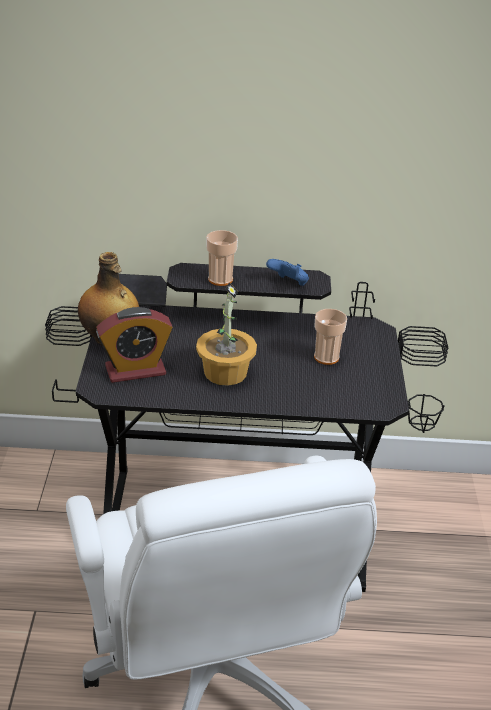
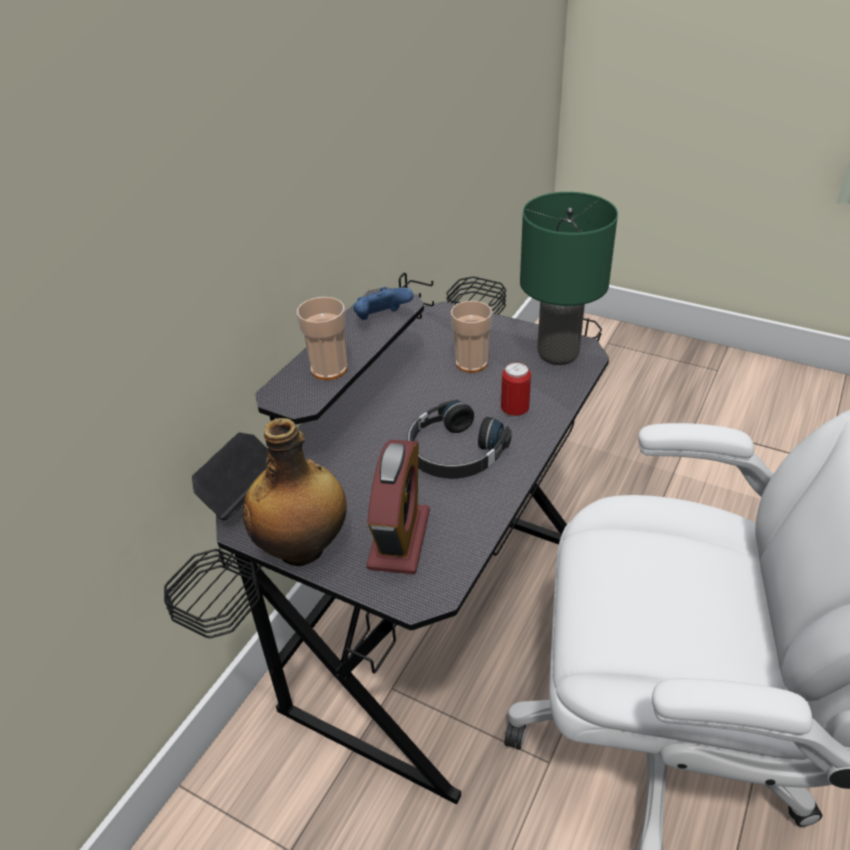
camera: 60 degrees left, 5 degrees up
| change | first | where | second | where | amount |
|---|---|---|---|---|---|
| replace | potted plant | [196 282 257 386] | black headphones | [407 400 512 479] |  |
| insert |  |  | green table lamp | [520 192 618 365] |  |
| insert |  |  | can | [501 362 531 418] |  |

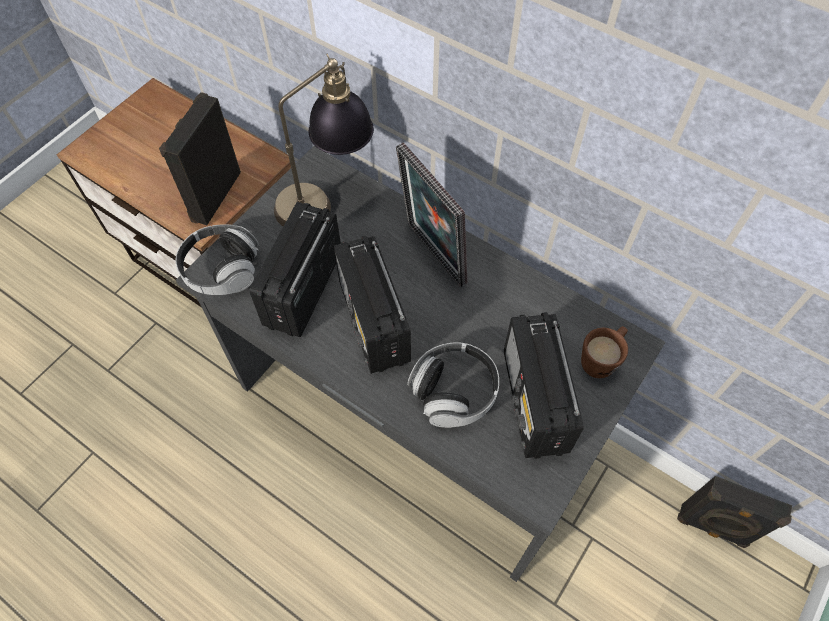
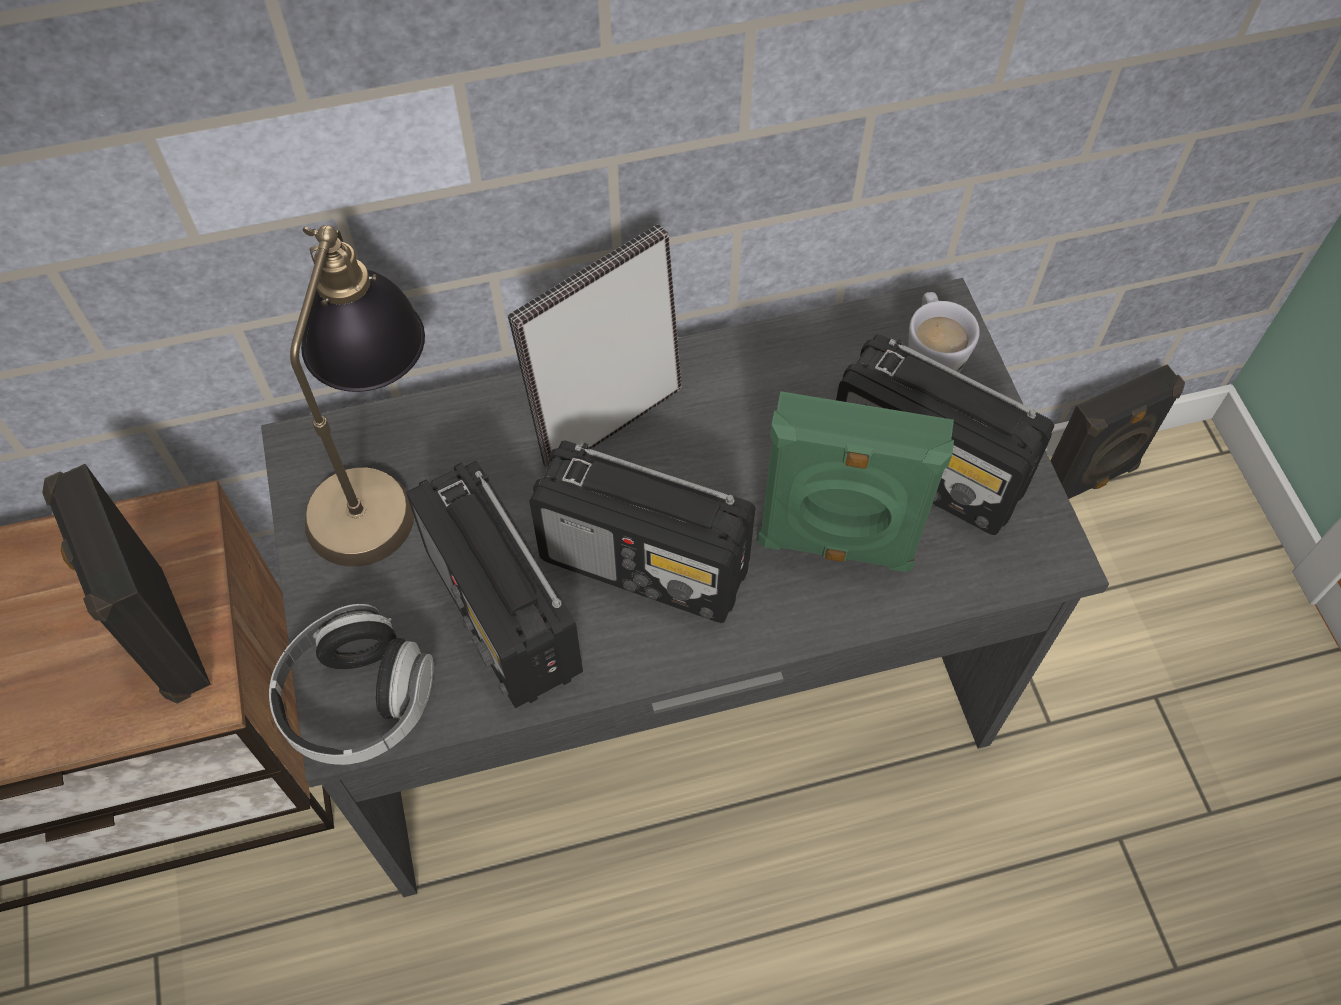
camera: 50 degrees left, 0 degrees up
| change | first | where | second | where | amount |
|---|---|---|---|---|---|
| rotate | picture frame | [396 142 467 288] |  | [508 224 682 469] | 135 degrees clockwise |
| recolor | brown mug | [581 326 628 378] | white mug | [908 292 980 373] |  |
| replace | headphones | [407 342 499 428] | green speaker | [757 391 954 572] |  |

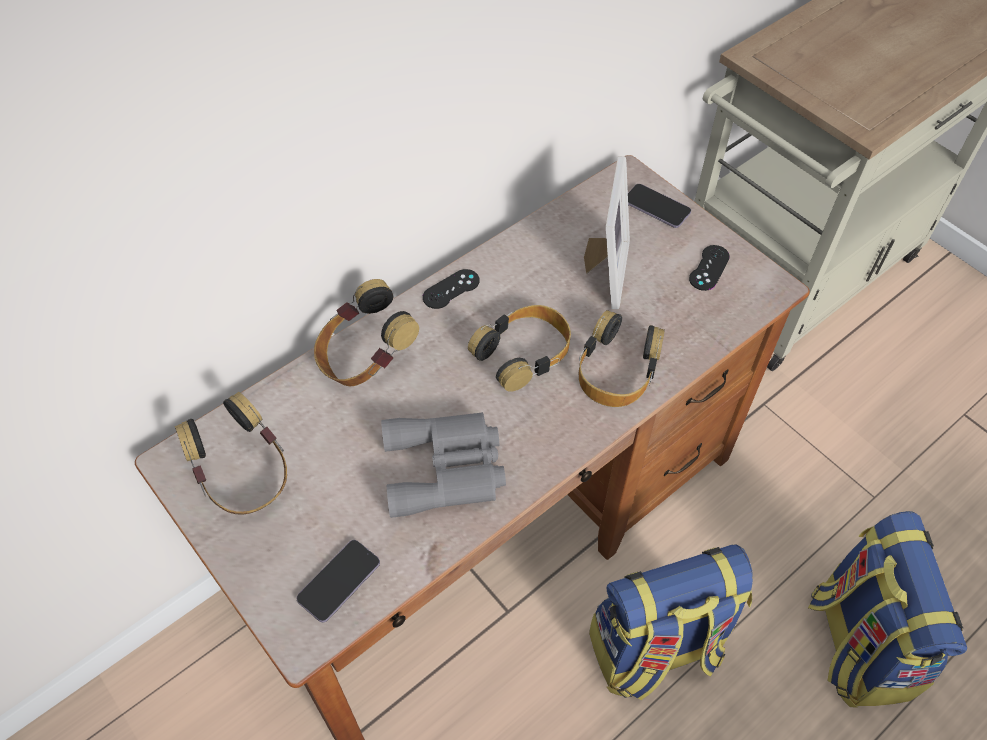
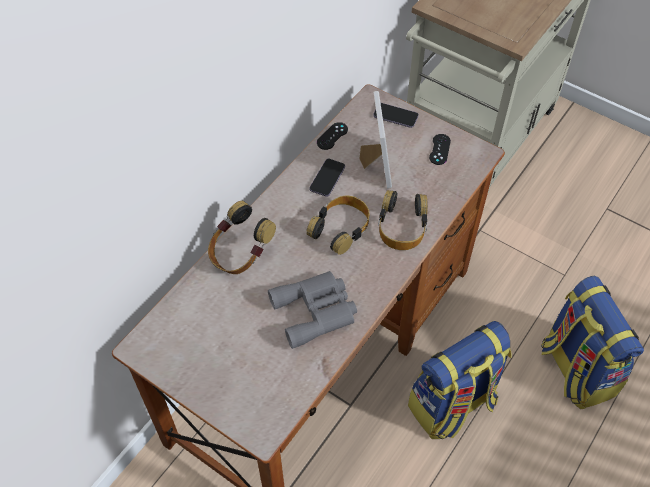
camera: 15 degrees left, 0 degrees up
| change | first | where | second | where | amount |
|---|---|---|---|---|---|
| move | black game controller | [423 269 480 309] |  | [317 122 348 150] |  |
| delete | headphones | [175 392 287 515] |  |  |  |
| move | phone | [296 540 380 623] |  | [309 159 345 197] |  |

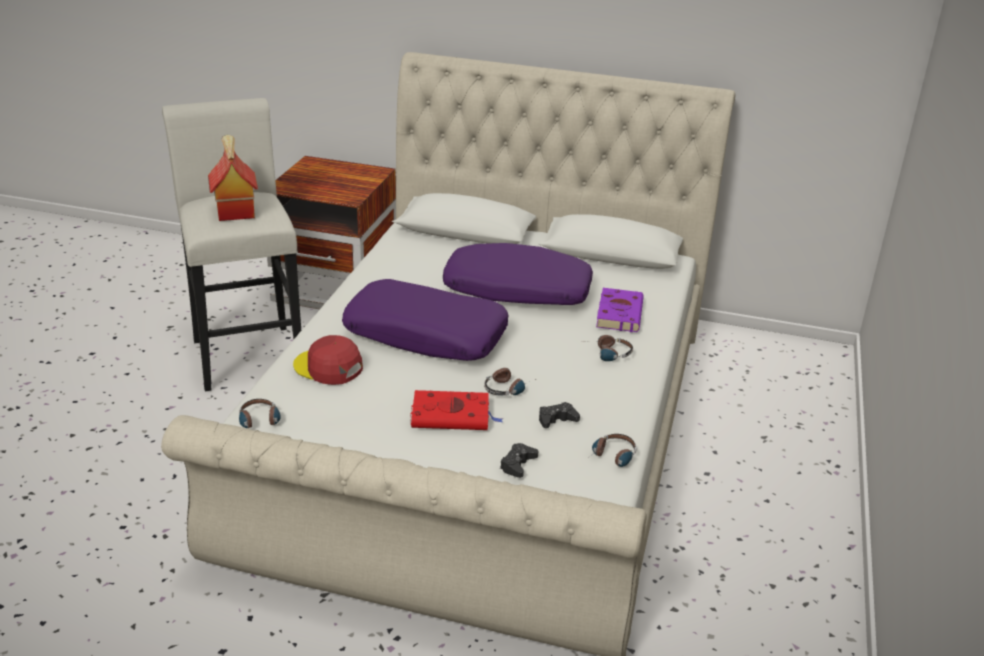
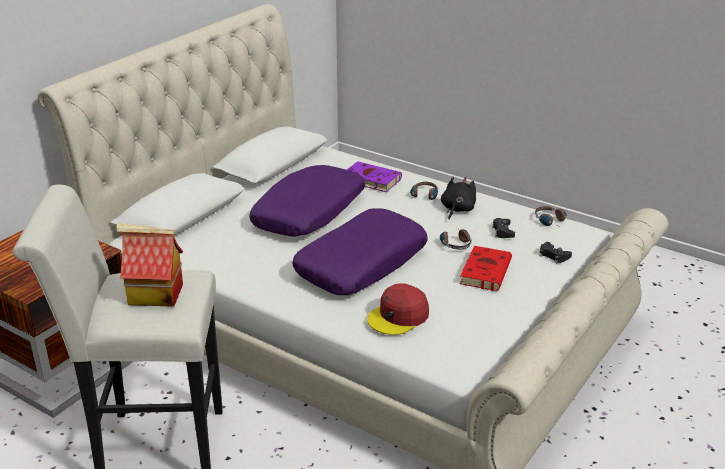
camera: 70 degrees left, 0 degrees up
| change | first | where | second | where | amount |
|---|---|---|---|---|---|
| delete | headphones | [239 399 281 429] |  |  |  |
| insert |  |  | black plush toy | [441 177 476 220] |  |

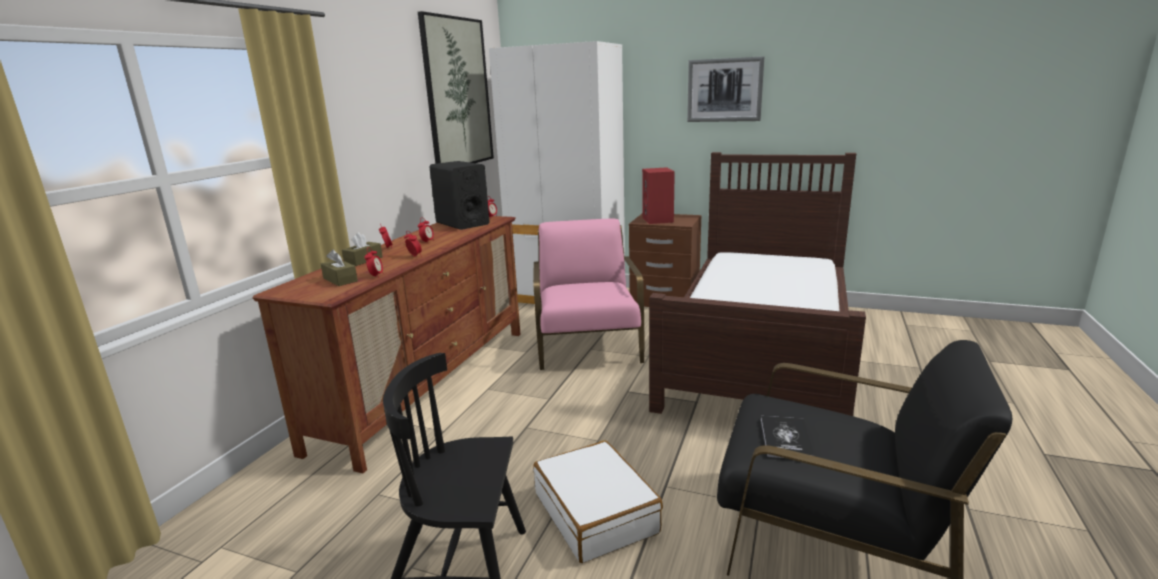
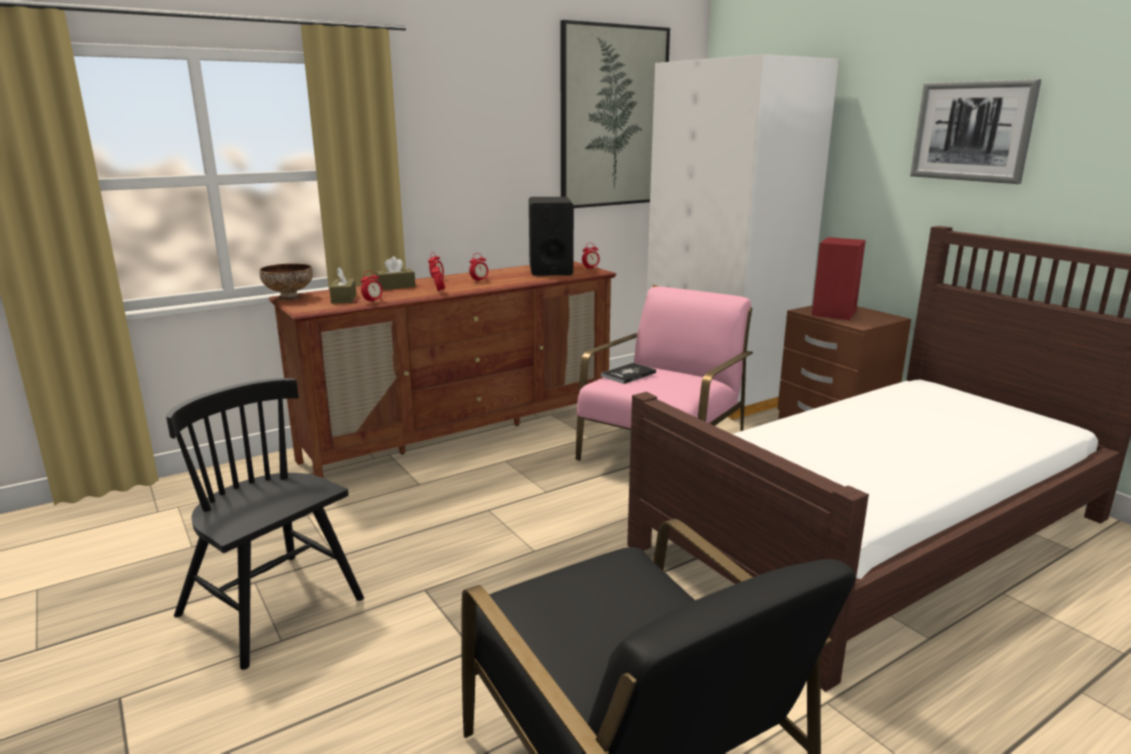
camera: 35 degrees right, 0 degrees up
| change | first | where | second | where | amount |
|---|---|---|---|---|---|
| move | book | [761 416 814 458] |  | [601 363 656 384] |  |
| delete | white suitcase | [533 441 663 563] |  |  |  |
| insert |  |  | bowl | [259 263 313 300] |  |

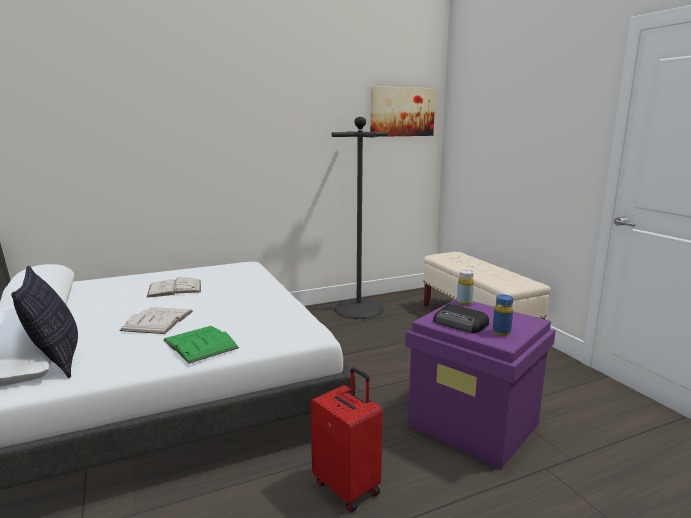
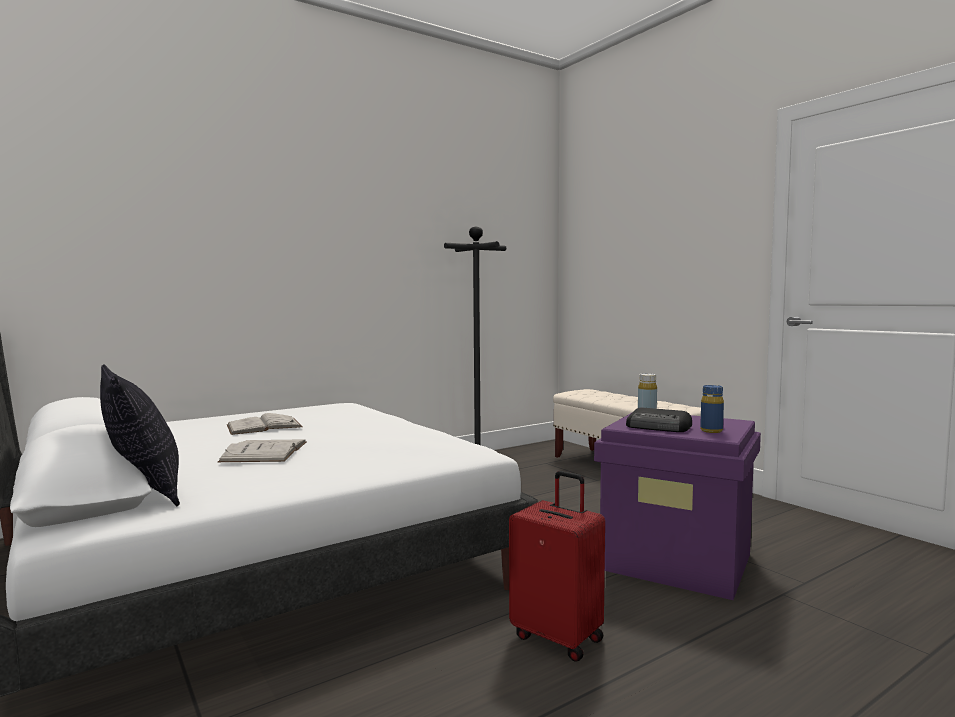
camera: 10 degrees left, 10 degrees down
| change | first | where | second | where | amount |
|---|---|---|---|---|---|
| delete | picture | [370 86 436 137] |  |  |  |
| delete | green book | [163 326 239 364] |  |  |  |

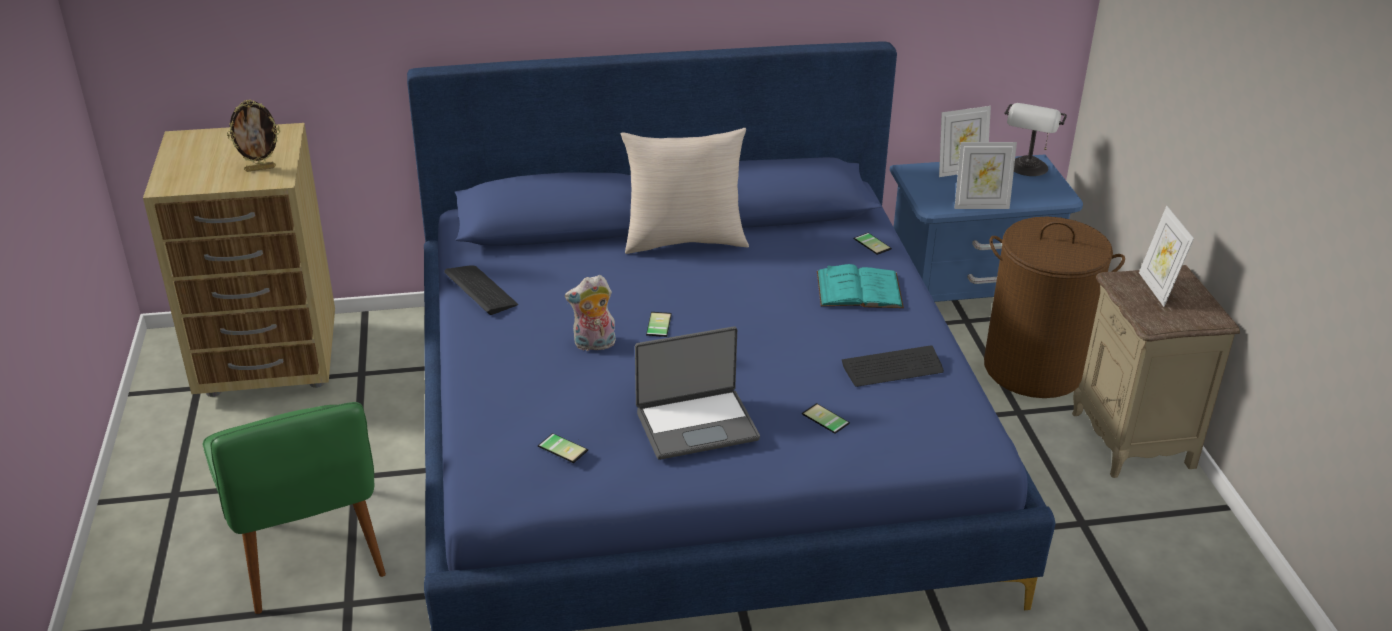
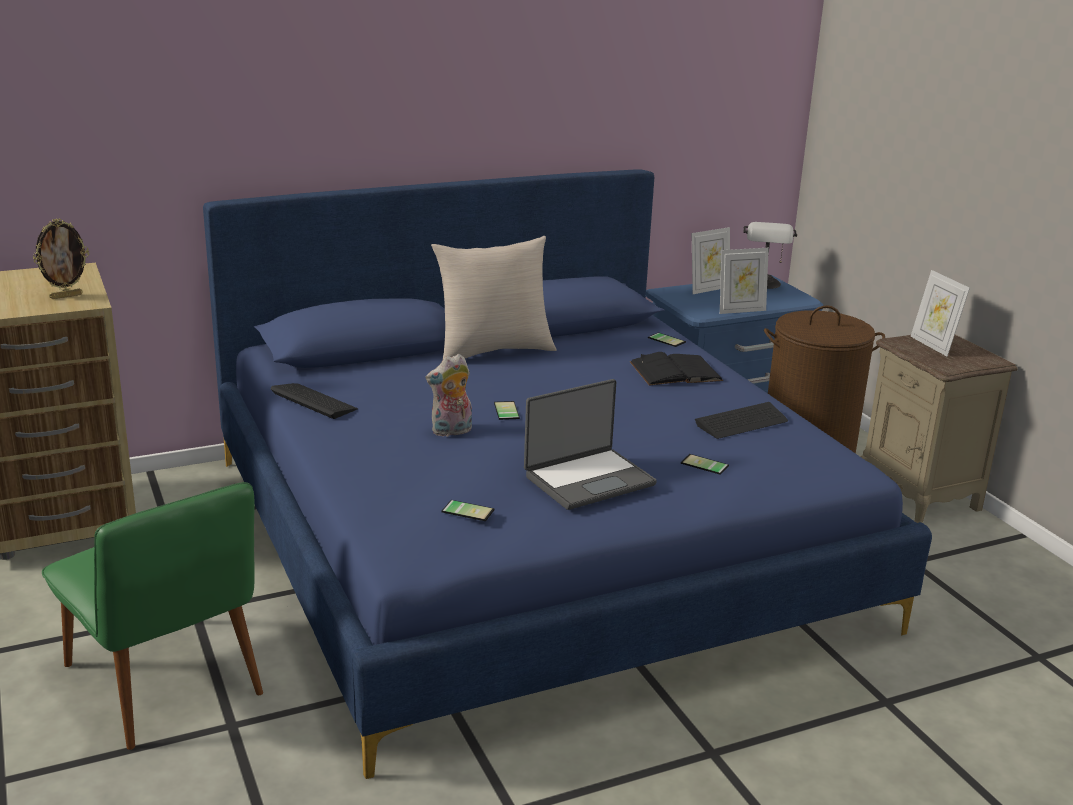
camera: 15 degrees left, 10 degrees down
| change | first | where | second | where | amount |
|---|---|---|---|---|---|
| recolor | turquoise book | [817 264 904 308] | black book | [630 352 723 386] |  |

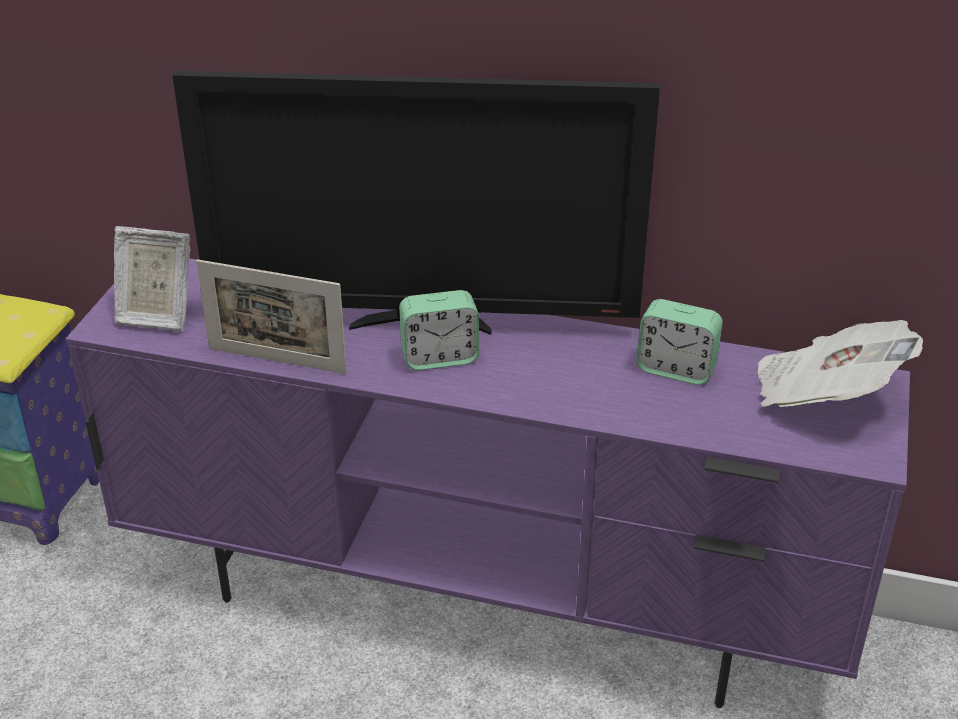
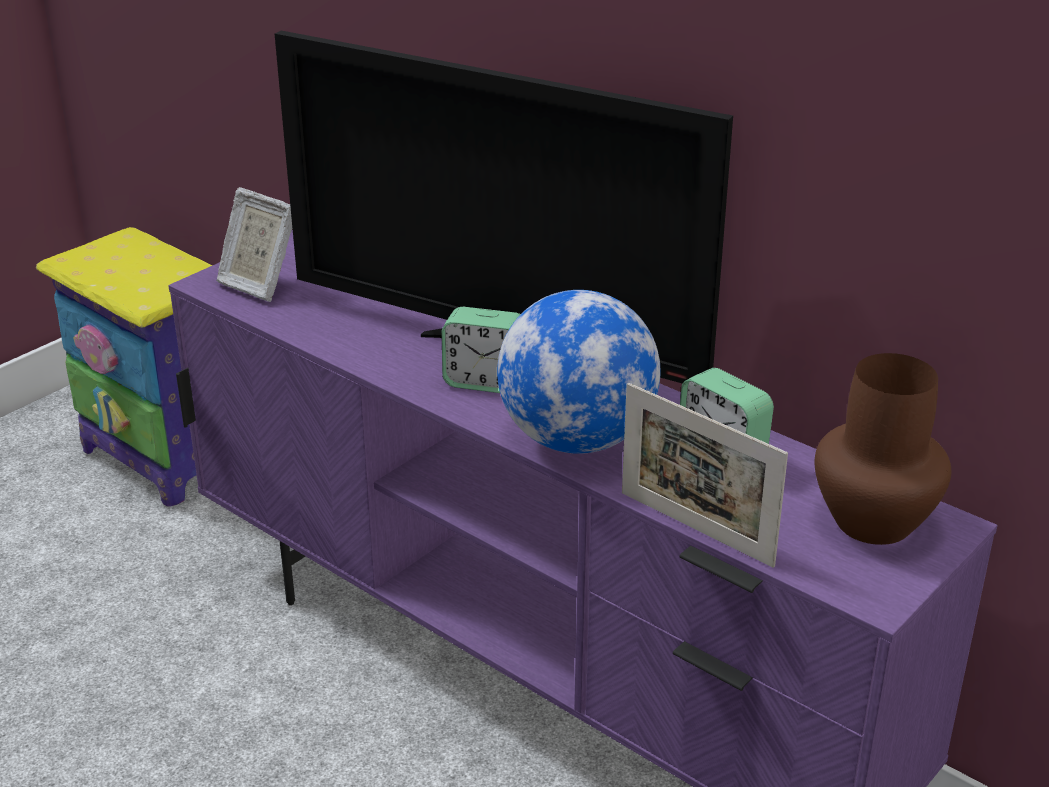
camera: 25 degrees right, 5 degrees down
| change | first | where | second | where | amount |
|---|---|---|---|---|---|
| move | picture frame | [196 259 347 374] |  | [622 382 788 568] |  |
| replace | newspaper | [758 320 923 407] | brown vase | [814 353 951 545] |  |
| insert |  |  | globe | [497 290 661 454] |  |

